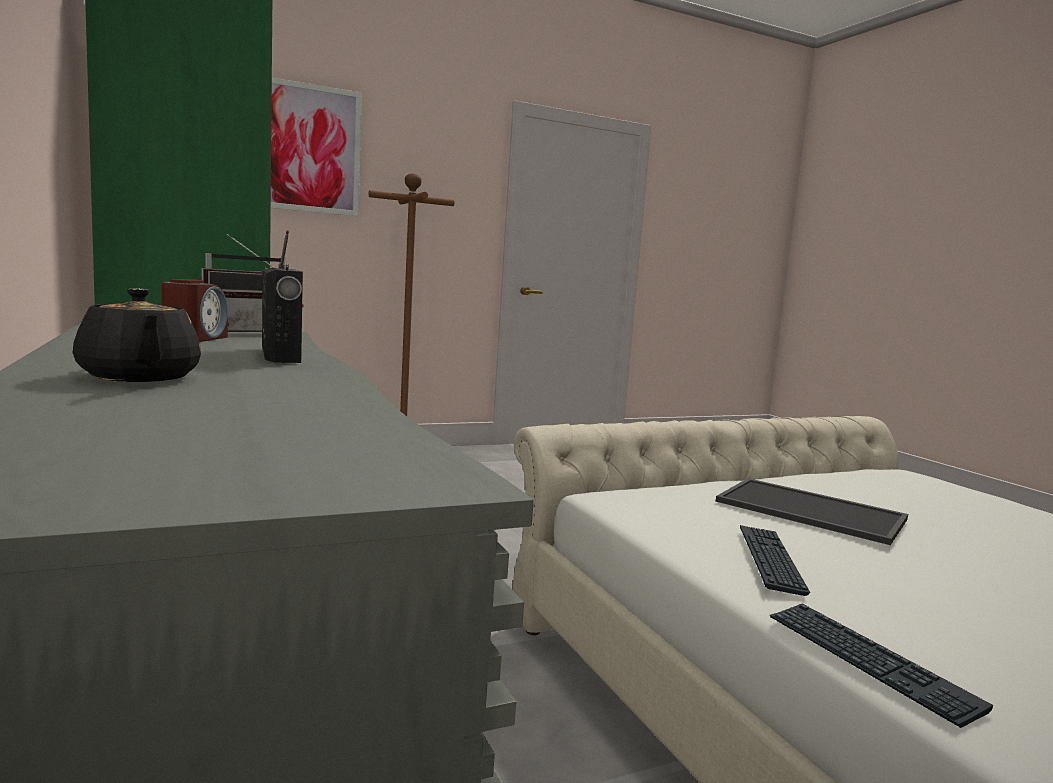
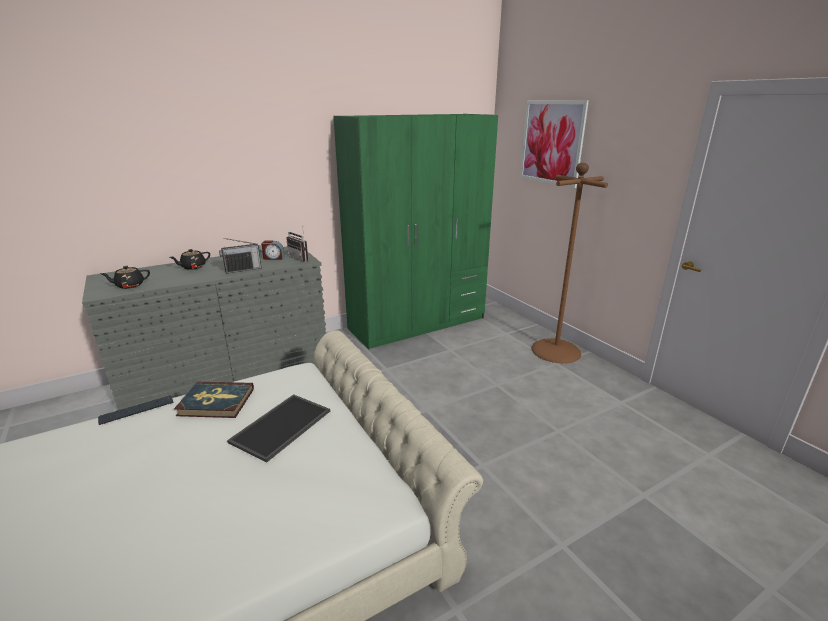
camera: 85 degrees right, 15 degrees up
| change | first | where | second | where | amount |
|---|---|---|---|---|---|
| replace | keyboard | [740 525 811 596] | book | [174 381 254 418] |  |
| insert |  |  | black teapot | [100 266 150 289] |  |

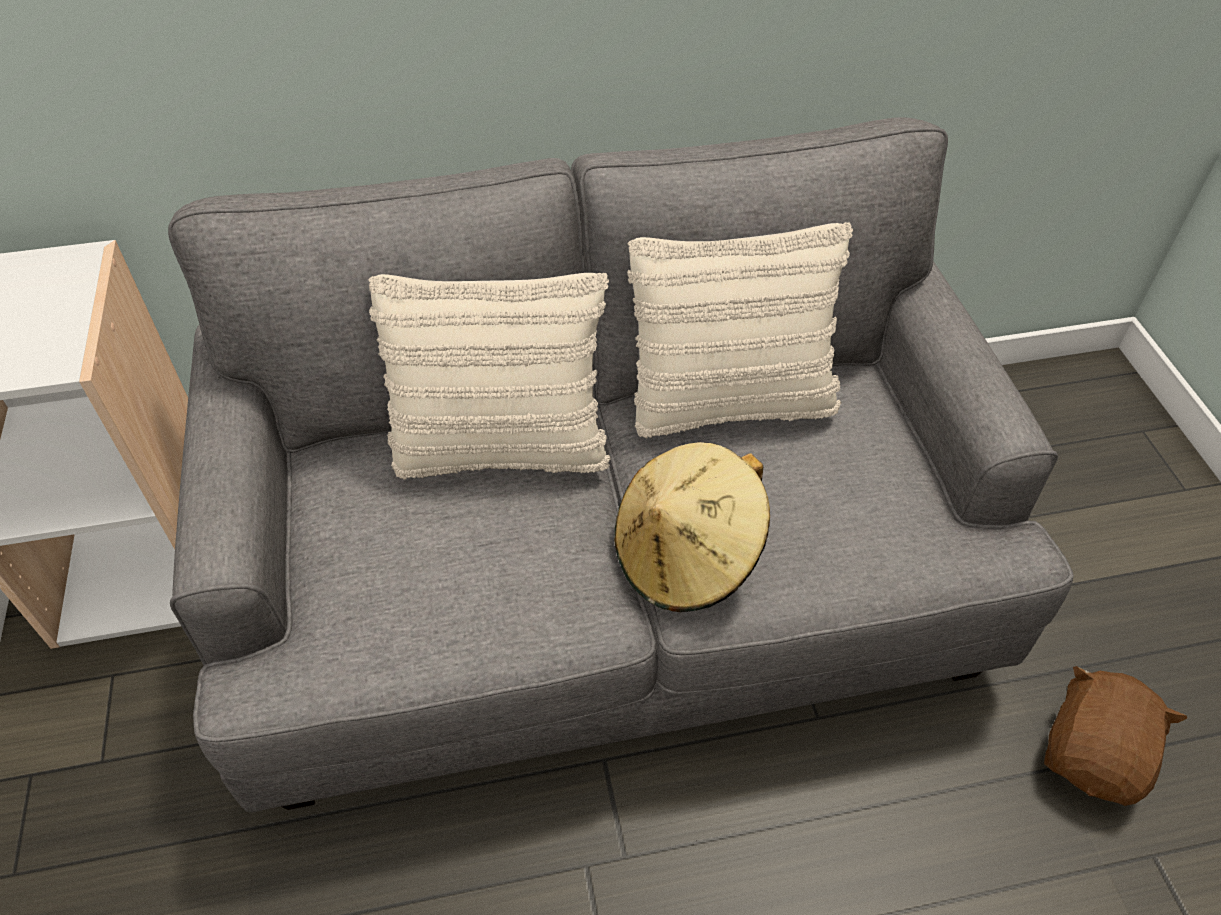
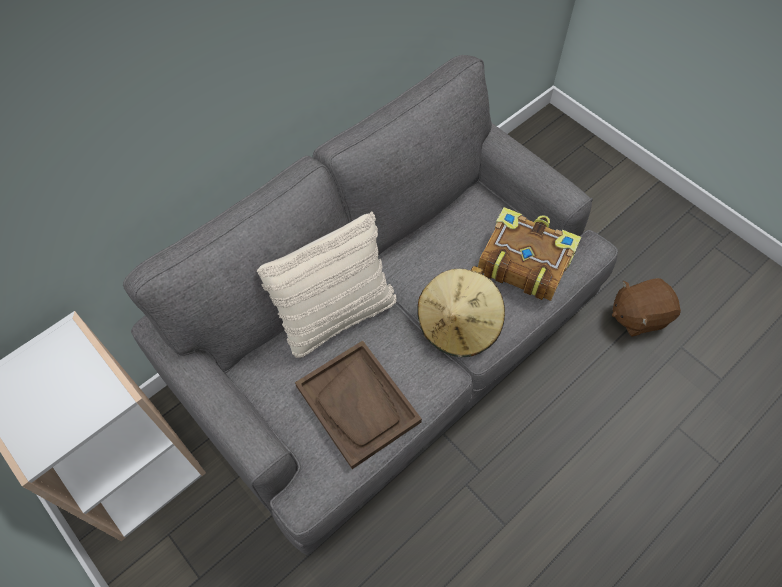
camera: 30 degrees left, 10 degrees up
| change | first | where | second | where | amount |
|---|---|---|---|---|---|
| delete | beige pillow | [627 222 853 439] |  |  |  |
| rotate | brown plush toy | [1044 666 1187 806] |  | [612 278 681 337] | 105 degrees counterclockwise |
| insert |  |  | book | [478 207 581 301] |  |
| insert |  |  | brown tray | [295 340 422 469] |  |

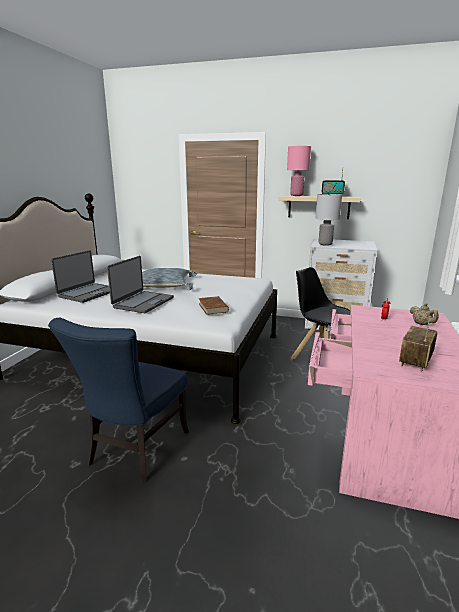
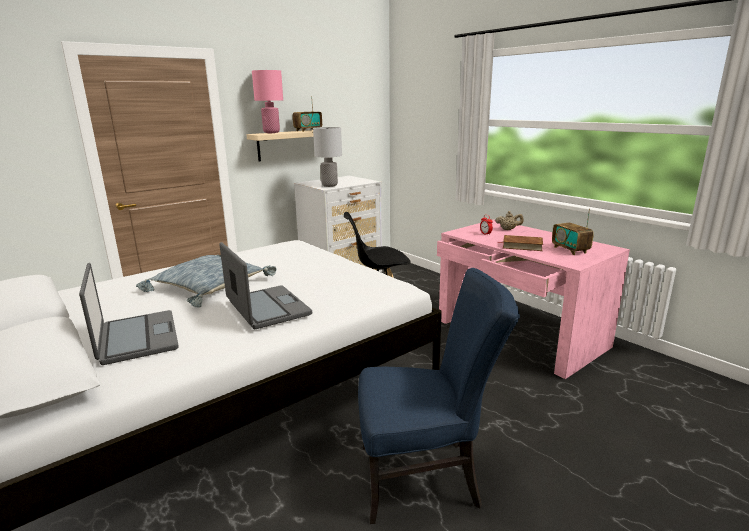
camera: 55 degrees left, 0 degrees up
| change | first | where | second | where | amount |
|---|---|---|---|---|---|
| move | brown book | [198 296 229 315] |  | [497 235 543 251] |  |
| rotate | blue chair | [48 317 189 483] |  | [358 268 520 524] | 60 degrees counterclockwise |

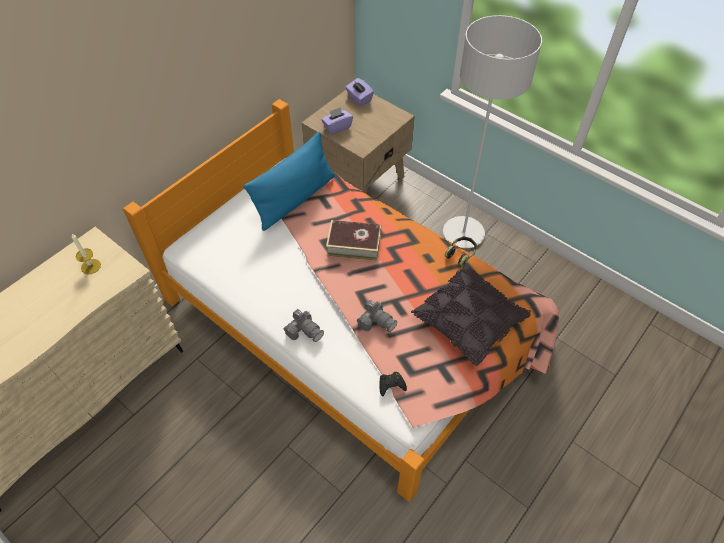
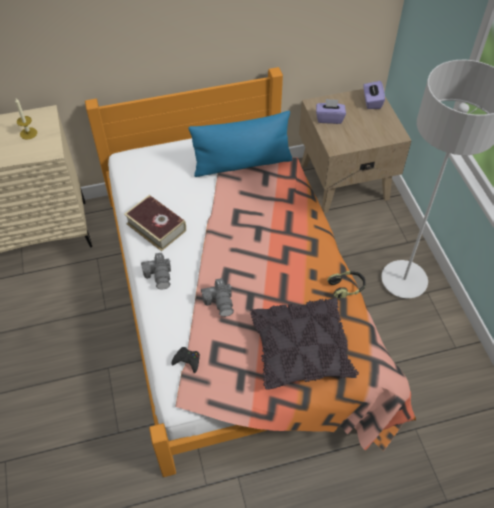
camera: 35 degrees right, 0 degrees up
| change | first | where | second | where | amount |
|---|---|---|---|---|---|
| move | book | [326 220 381 261] |  | [124 195 186 251] |  |

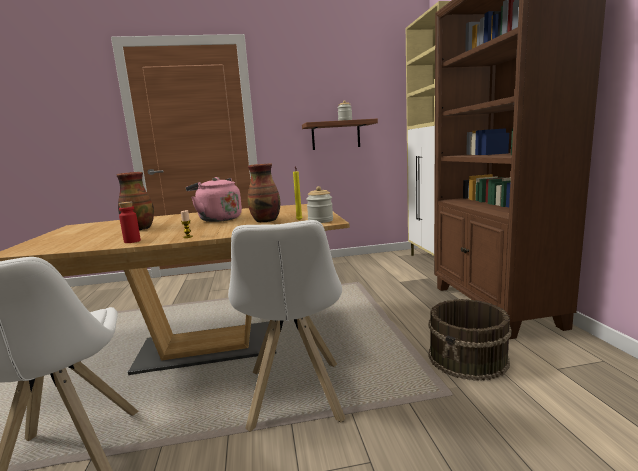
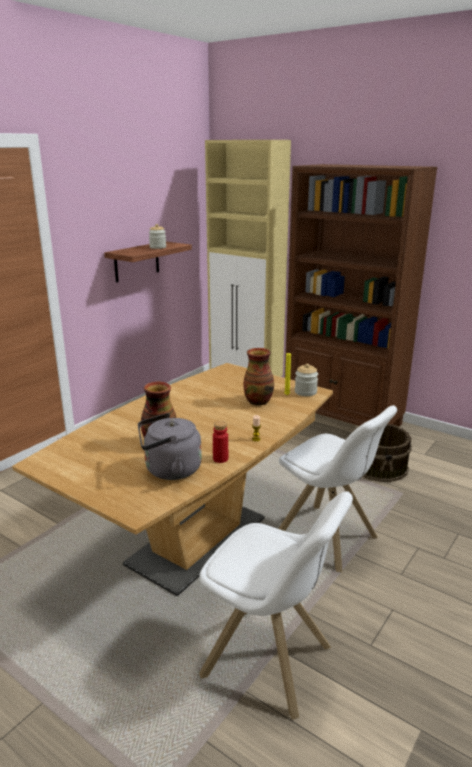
camera: 45 degrees left, 10 degrees up
| change | first | where | second | where | amount |
|---|---|---|---|---|---|
| delete | pink kettle | [186 177 242 222] |  |  |  |
| insert |  |  | grey kettle | [138 413 202 480] |  |

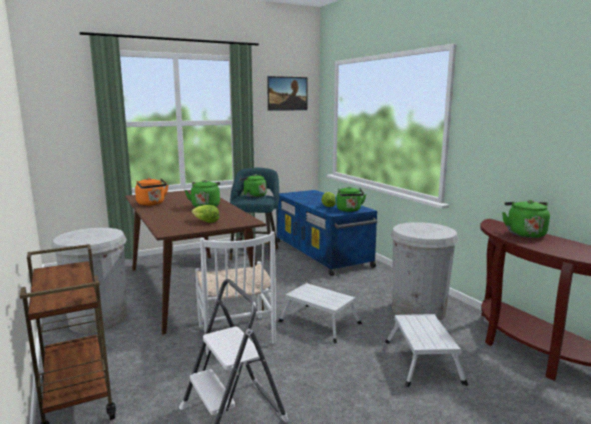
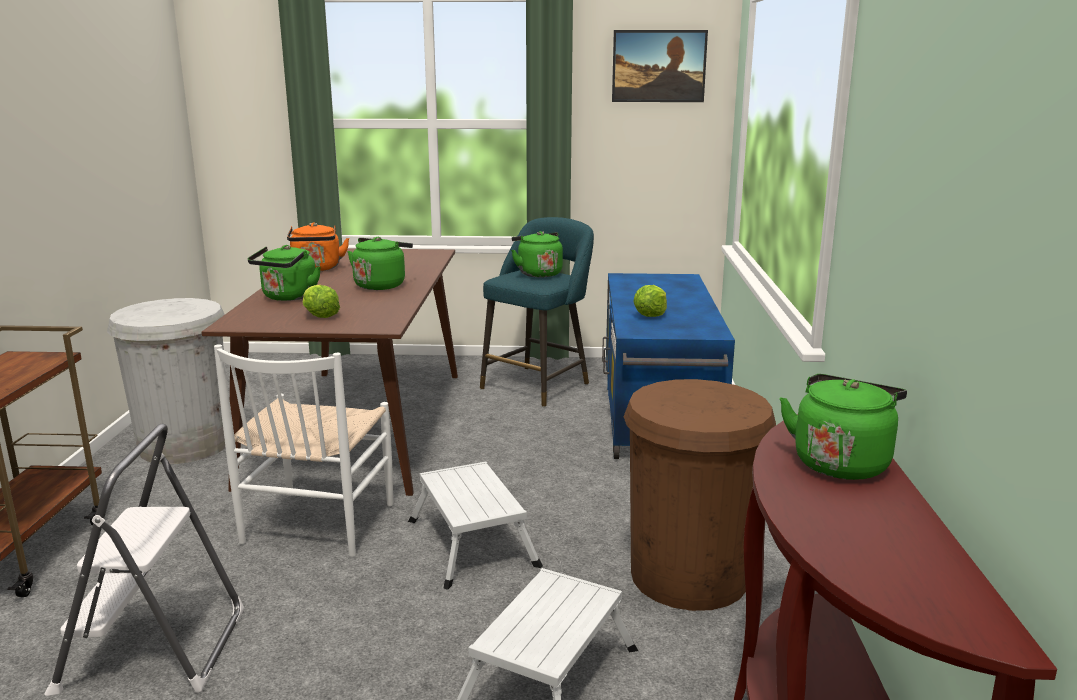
camera: 30 degrees right, 5 degrees up
| change | first | where | second | where | amount |
|---|---|---|---|---|---|
| move | green kettle | [336 186 366 212] |  | [248 245 321 301] |  |
| recolor | white trash can | [390 222 459 321] | brown trash can | [624 379 776 611] |  |

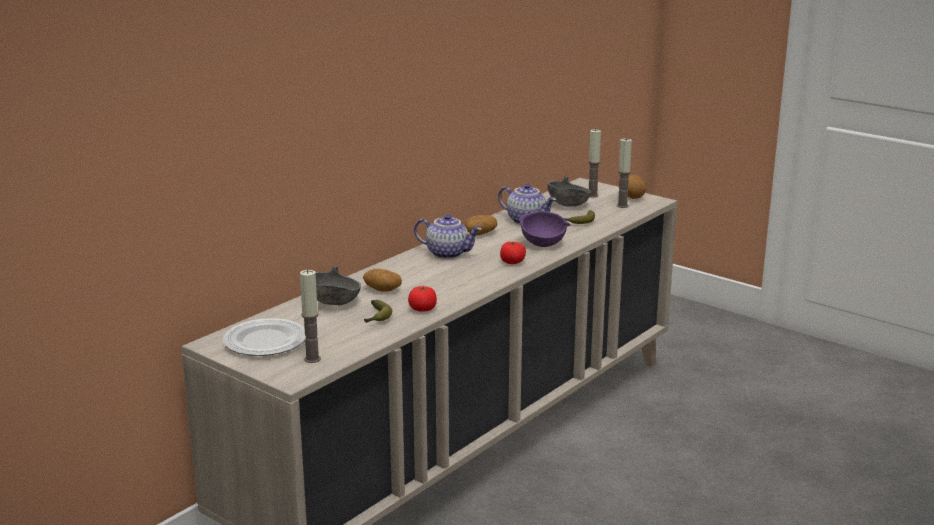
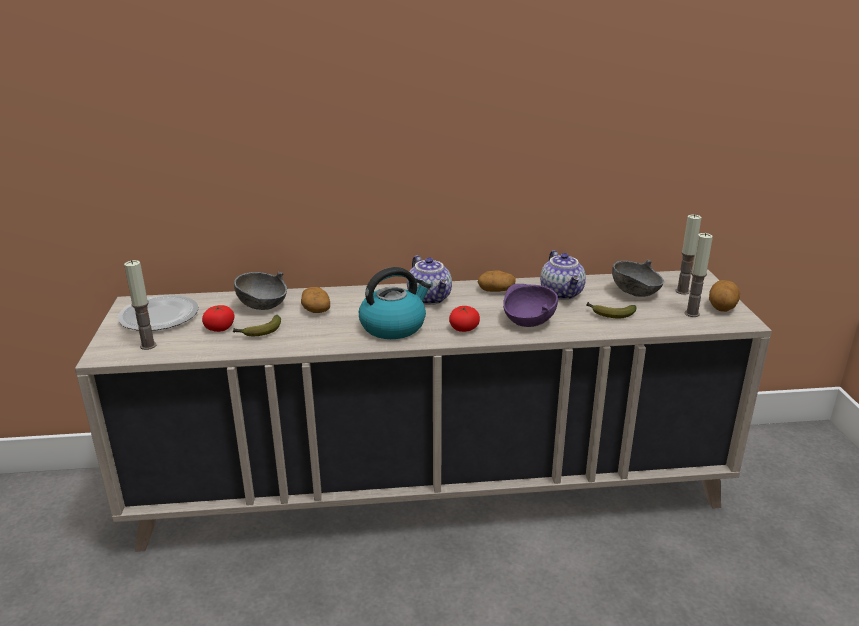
camera: 45 degrees right, 5 degrees up
| change | first | where | second | where | amount |
|---|---|---|---|---|---|
| move | tomato | [408 286 437 312] |  | [202 305 234 332] |  |
| insert |  |  | kettle | [359 267 431 339] |  |

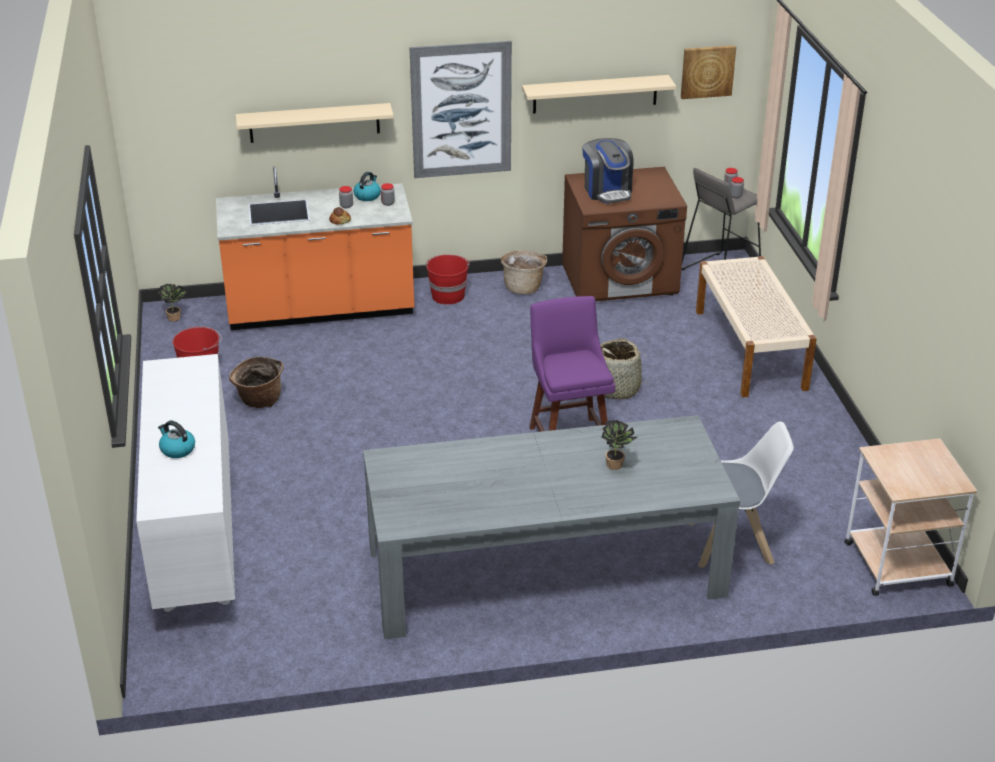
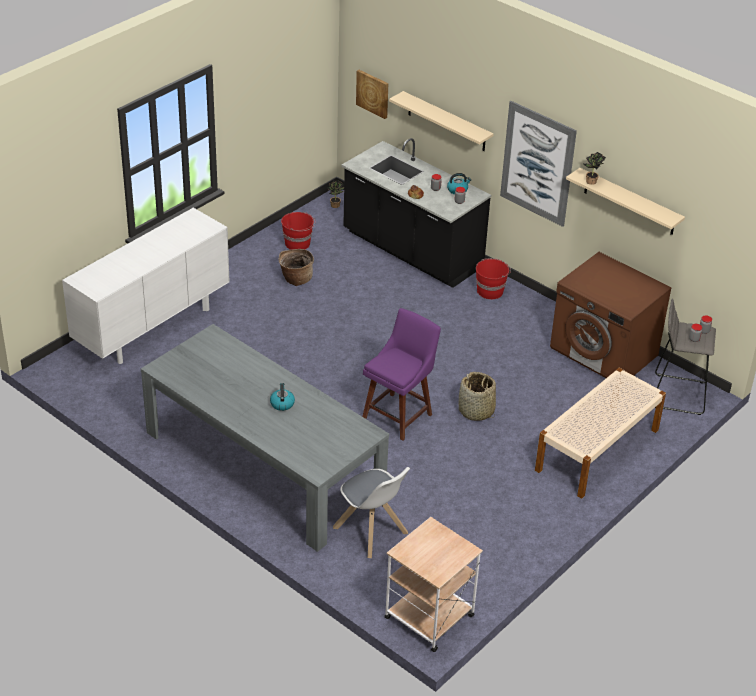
camera: 50 degrees right, 5 degrees up
| change | first | where | second | where | amount |
|---|---|---|---|---|---|
| move | picture | [681 45 736 99] |  | [356 70 388 119] |  |
| delete | coffee machine | [582 138 634 204] |  |  |  |
| recolor | orange counter | [216 166 414 330] | black counter | [341 138 491 288] |  |
| delete | basket | [501 250 547 294] |  |  |  |
| move | potted plant | [601 420 637 470] |  | [584 152 606 185] |  |
| move | kettle | [158 421 195 458] |  | [270 383 295 411] |  |

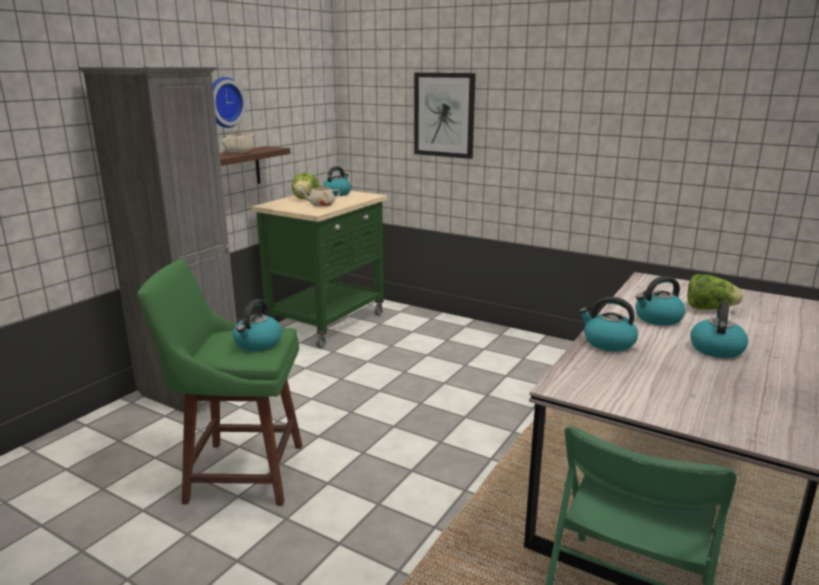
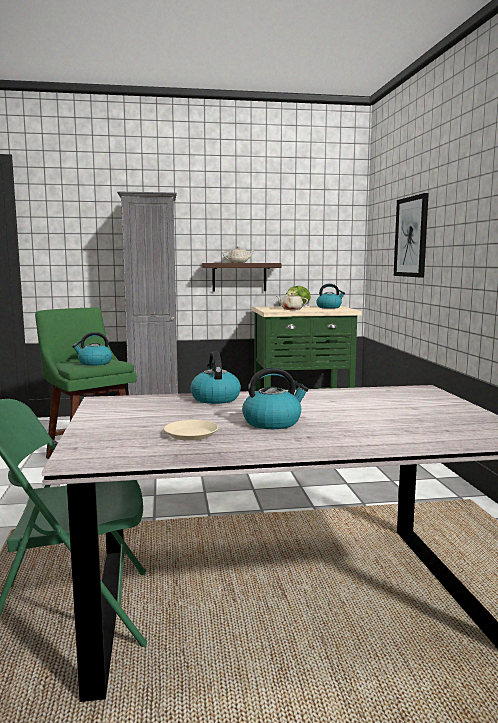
camera: 50 degrees right, 10 degrees down
| change | first | where | second | where | amount |
|---|---|---|---|---|---|
| delete | wall clock | [212 77 246 128] |  |  |  |
| delete | lettuce | [687 274 743 310] |  |  |  |
| delete | kettle | [636 276 686 326] |  |  |  |
| insert |  |  | beige plate | [164 420 218 441] |  |

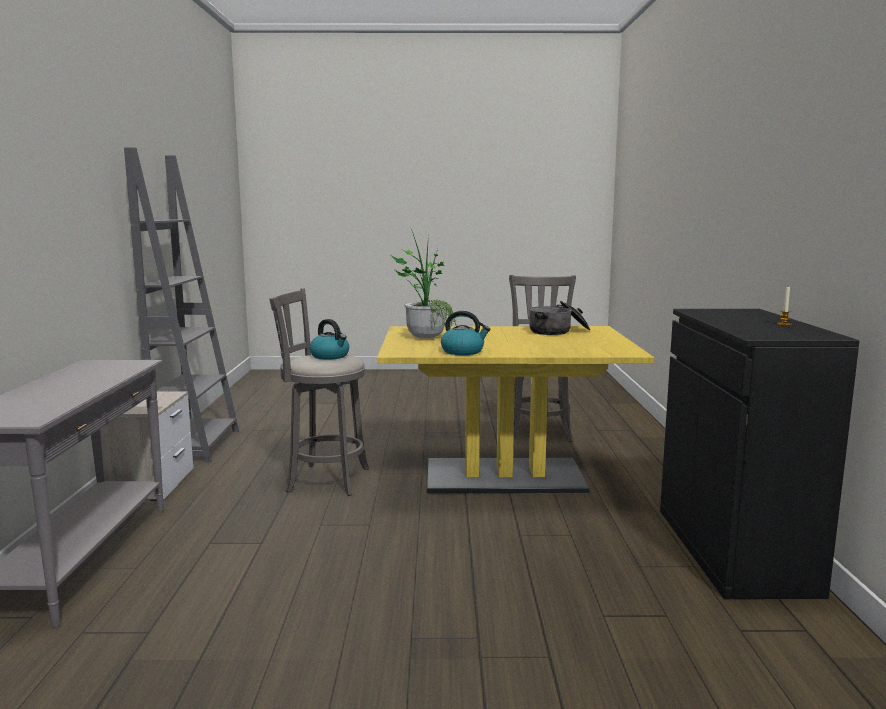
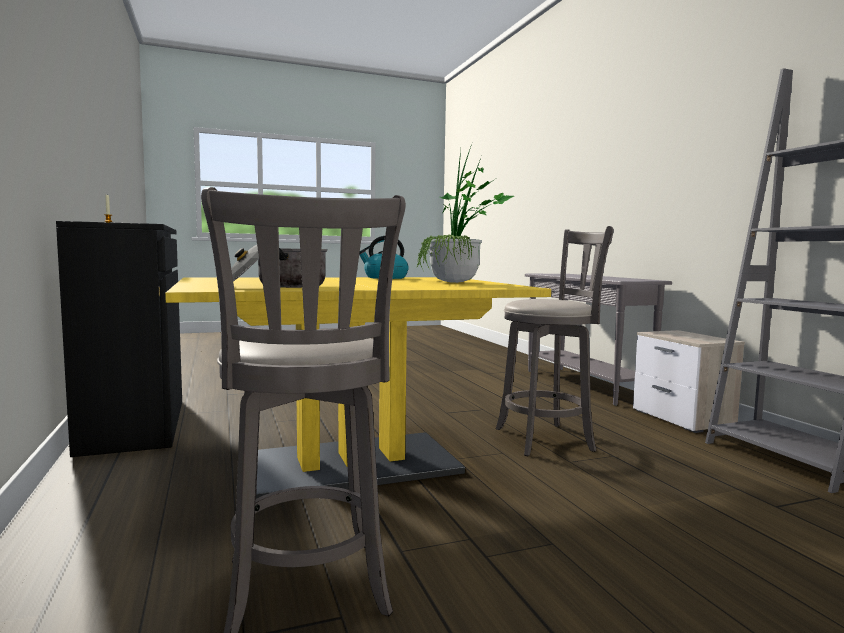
camera: 160 degrees right, 5 degrees down
| change | first | where | second | where | amount |
|---|---|---|---|---|---|
| delete | kettle | [310 319 349 360] |  |  |  |

